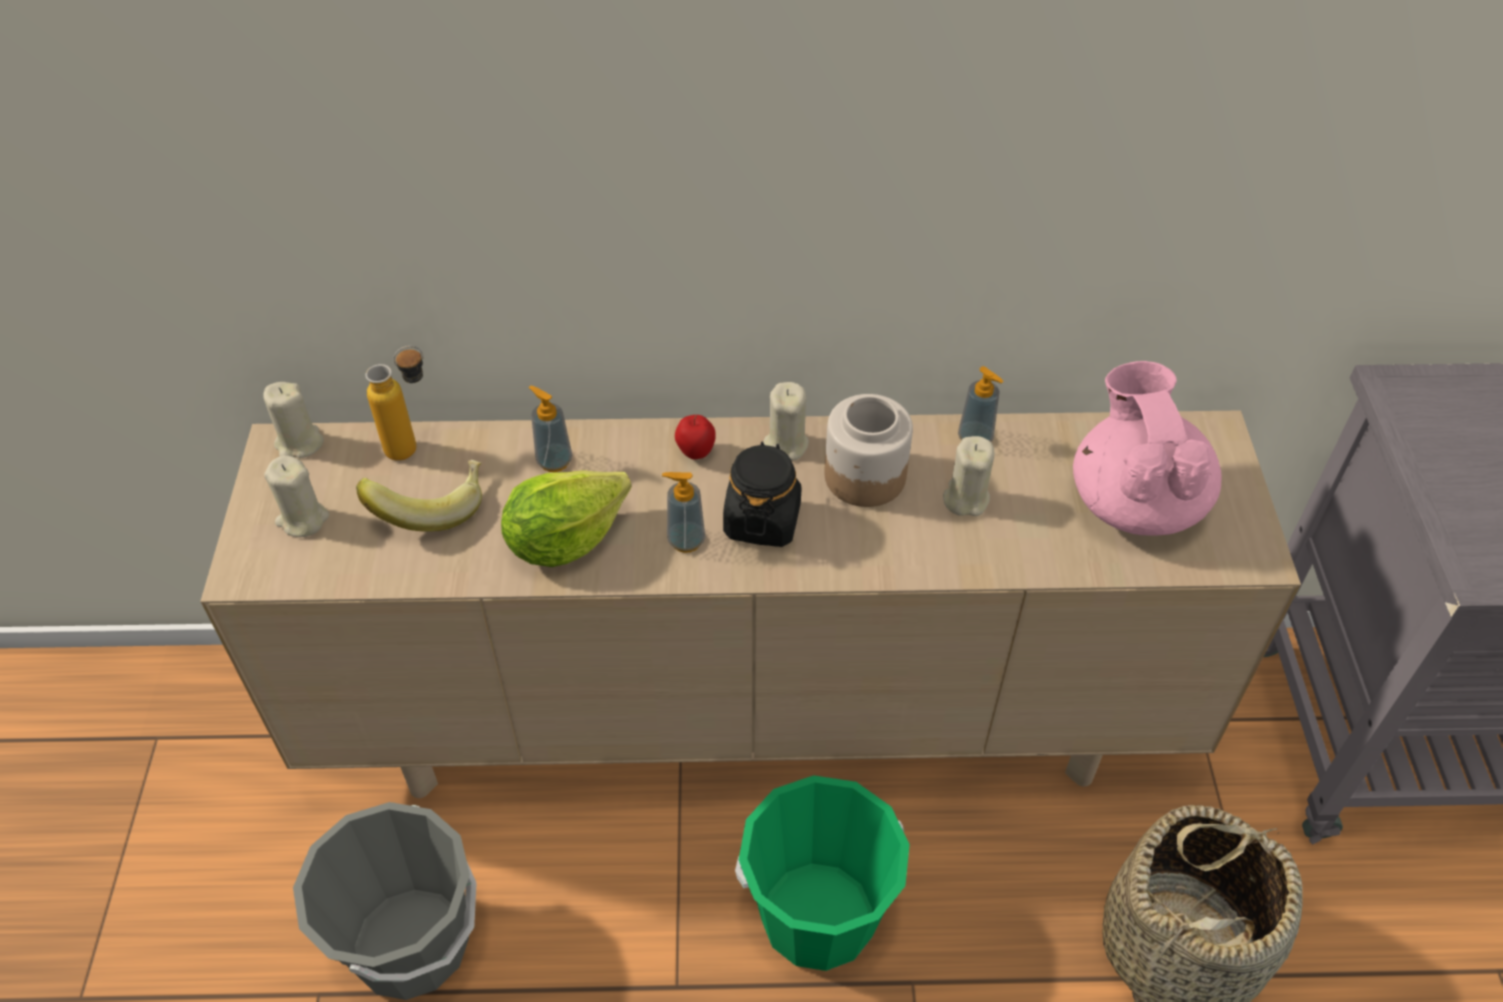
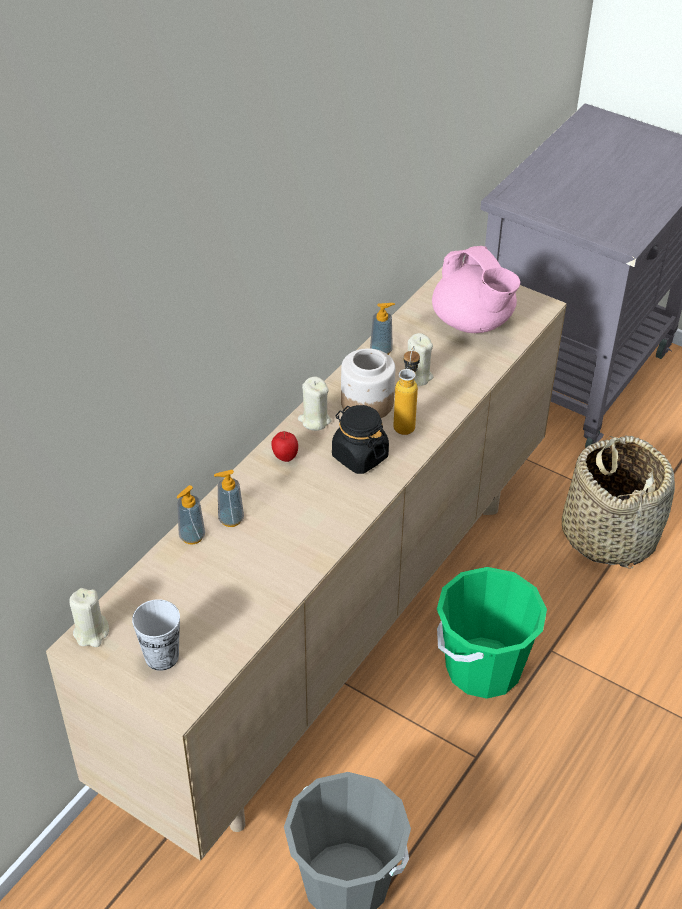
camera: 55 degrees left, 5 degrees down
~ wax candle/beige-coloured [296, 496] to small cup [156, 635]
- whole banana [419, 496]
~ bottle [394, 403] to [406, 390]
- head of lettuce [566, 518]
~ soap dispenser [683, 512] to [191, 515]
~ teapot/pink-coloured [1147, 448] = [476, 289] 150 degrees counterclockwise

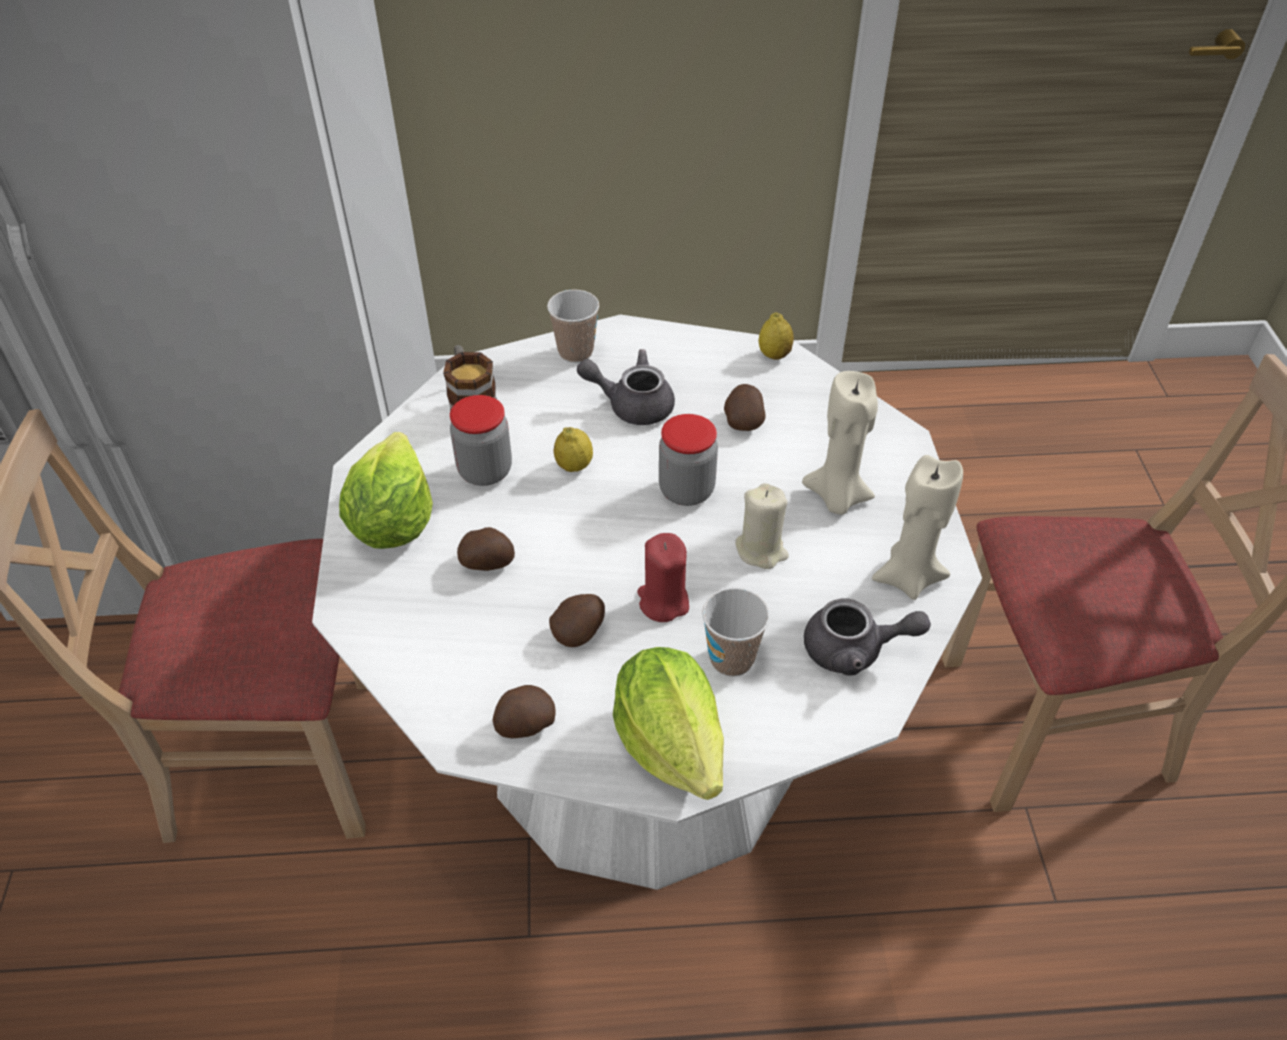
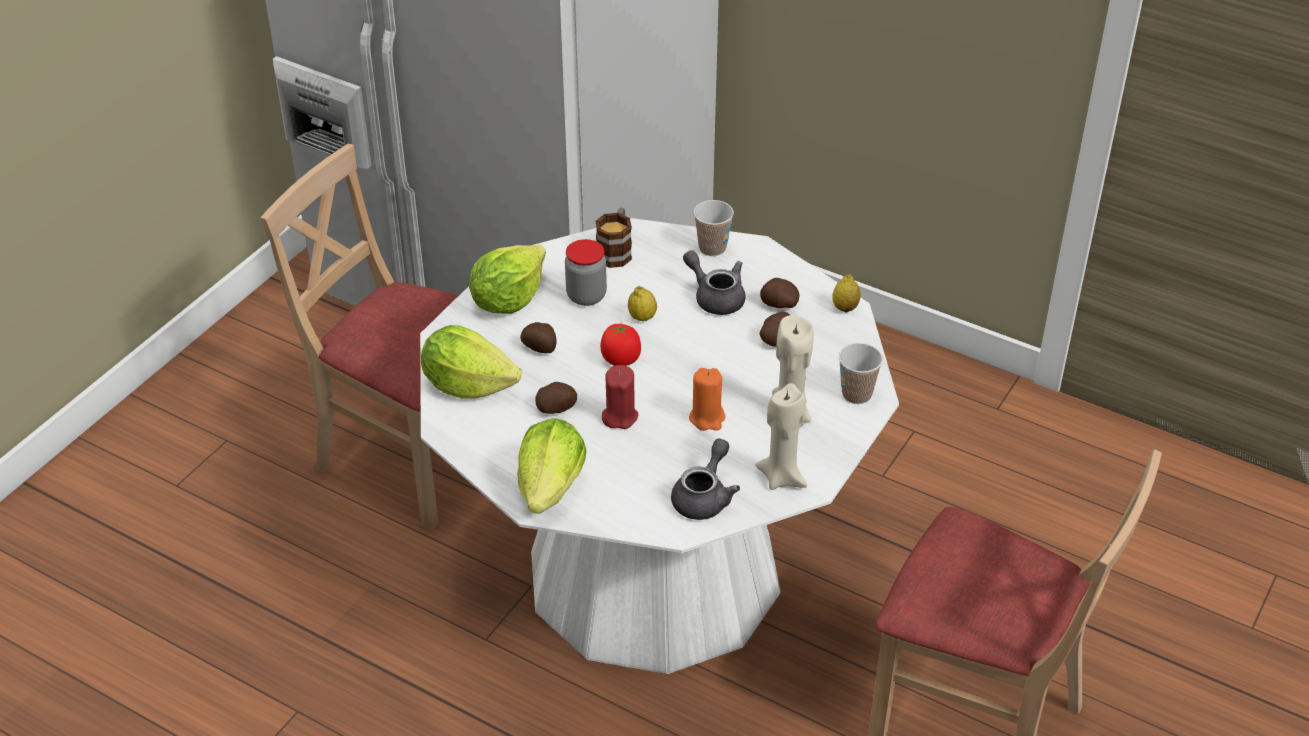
camera: 35 degrees right, 5 degrees down
~ spud [524, 711] to [780, 293]
- preserve jar [688, 460]
~ small cup [736, 632] to [861, 373]
~ wax candle/beige-coloured [762, 526] to wax candle/orange [707, 399]
~ teapot/greyish [867, 637] = [705, 479] 105 degrees counterclockwise
+ head of lettuce [471, 362]
+ tomato [620, 344]

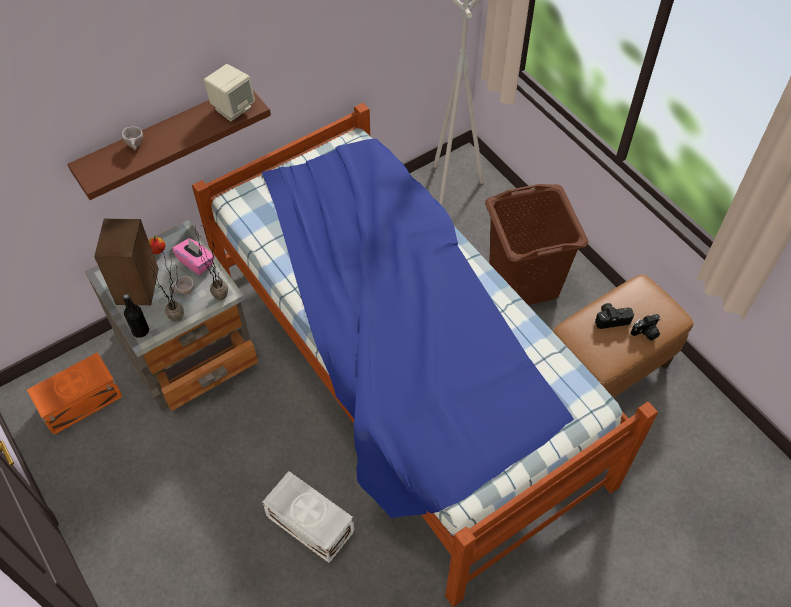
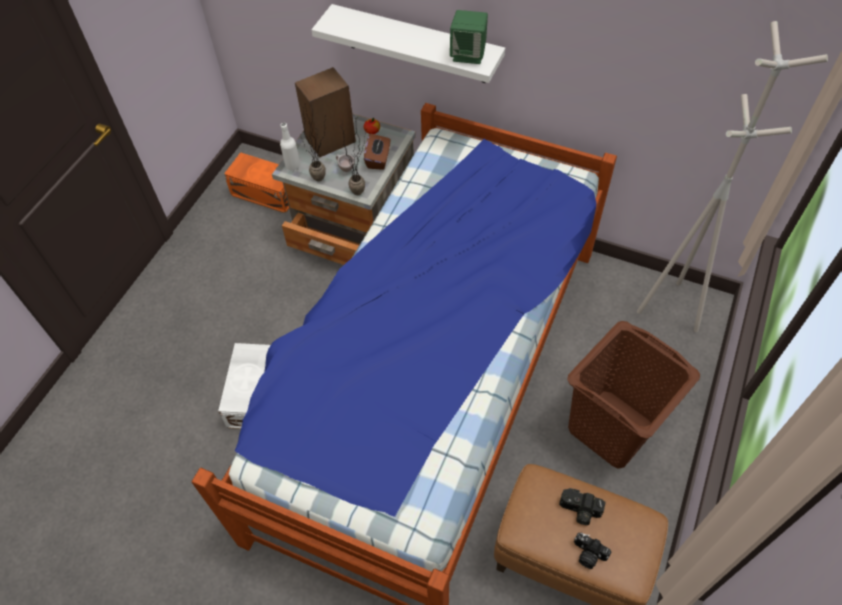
camera: 60 degrees right, 0 degrees up
~ wall shelf/brown [169, 144] to wall shelf/whitish [408, 43]
- small cup/beige-coloured [132, 138]
~ bottle/blackish [136, 316] to bottle/whitish [290, 146]
~ tissue holder/pink-coloured [193, 256] to tissue holder/brown [377, 152]
~ loudspeaker/beige-coloured [229, 92] to loudspeaker/greenish [469, 37]
~ photo camera [614, 316] = [582, 506] 150 degrees clockwise

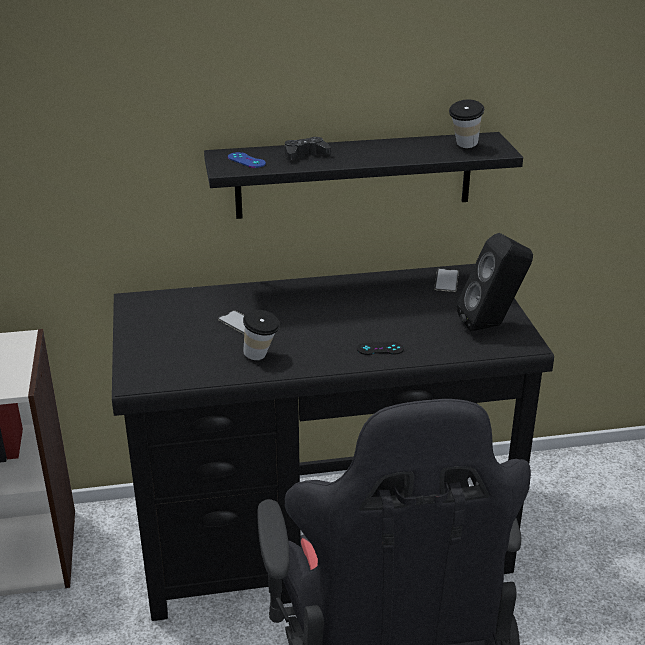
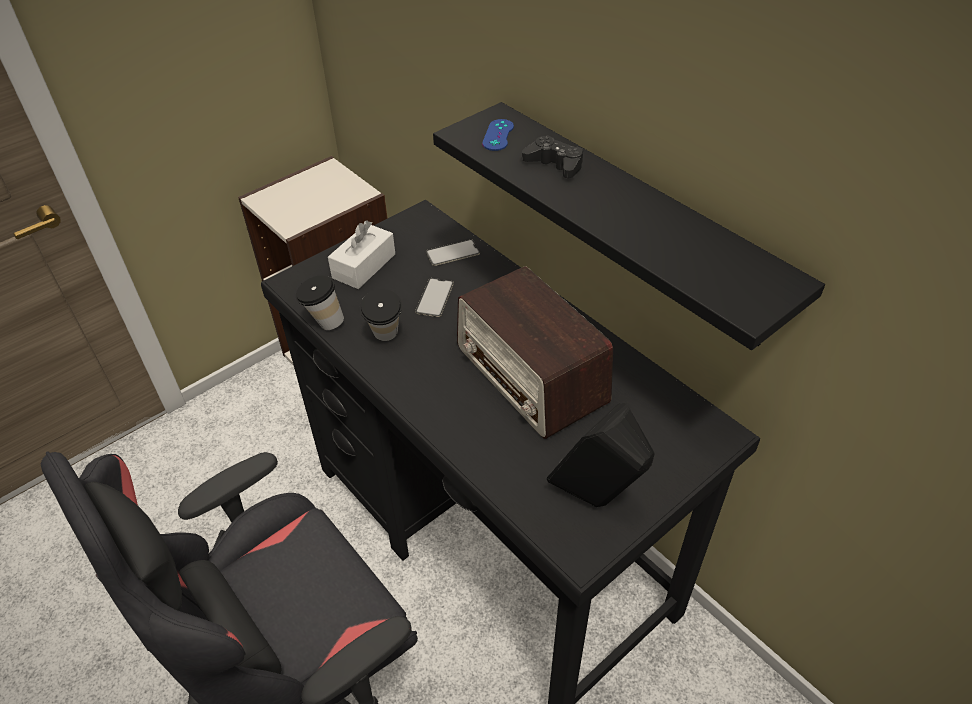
camera: 60 degrees right, 15 degrees up
- joypad/blackish [380, 348]
~ phone [446, 280] to [453, 252]
~ small cup [466, 124] to [320, 302]
+ tissue holder/whitish [361, 254]
+ radio [535, 352]

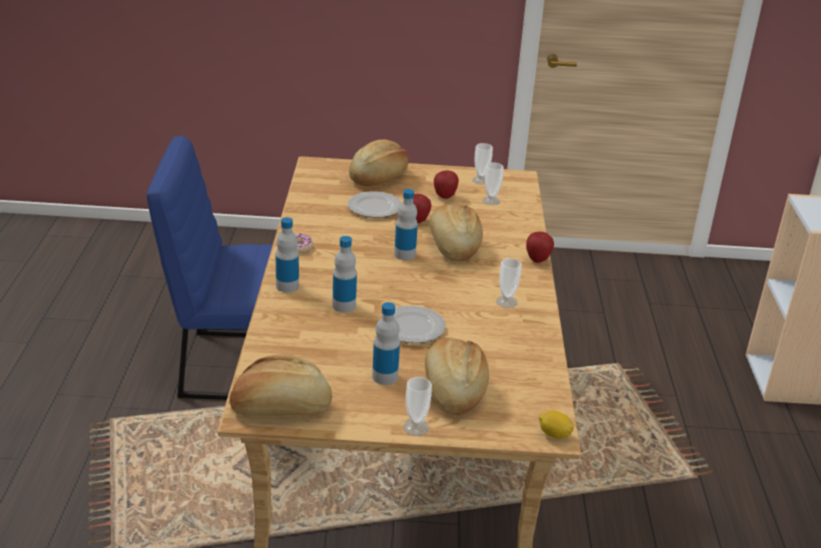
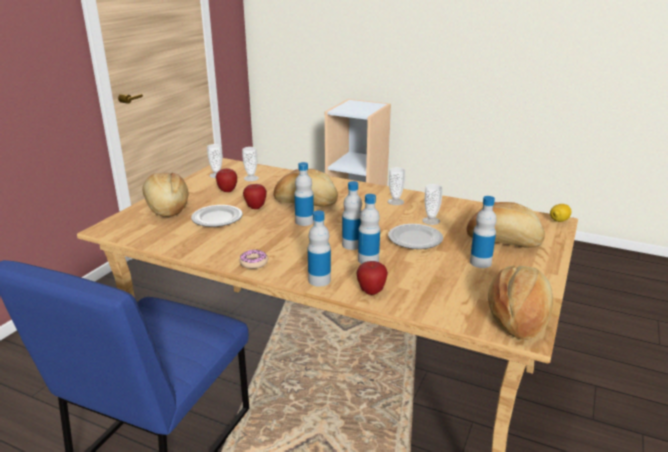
camera: 65 degrees left, 5 degrees down
~ small cup [417, 406] to [433, 204]
~ apple fruit [540, 247] to [372, 278]
+ bottle [352, 215]

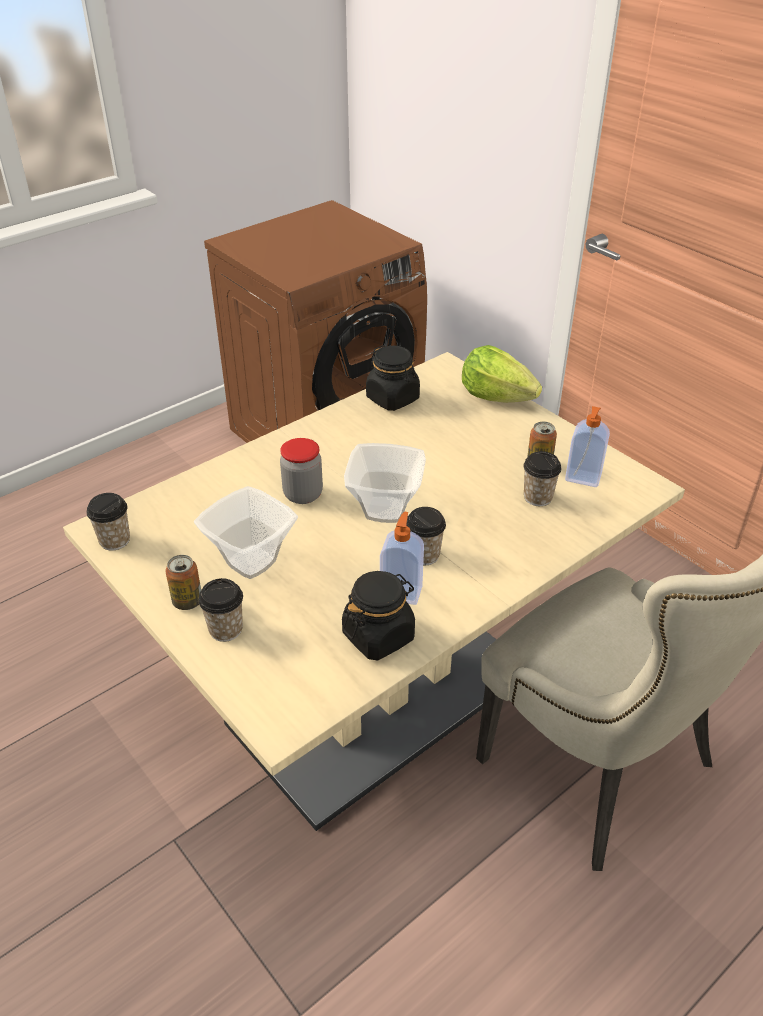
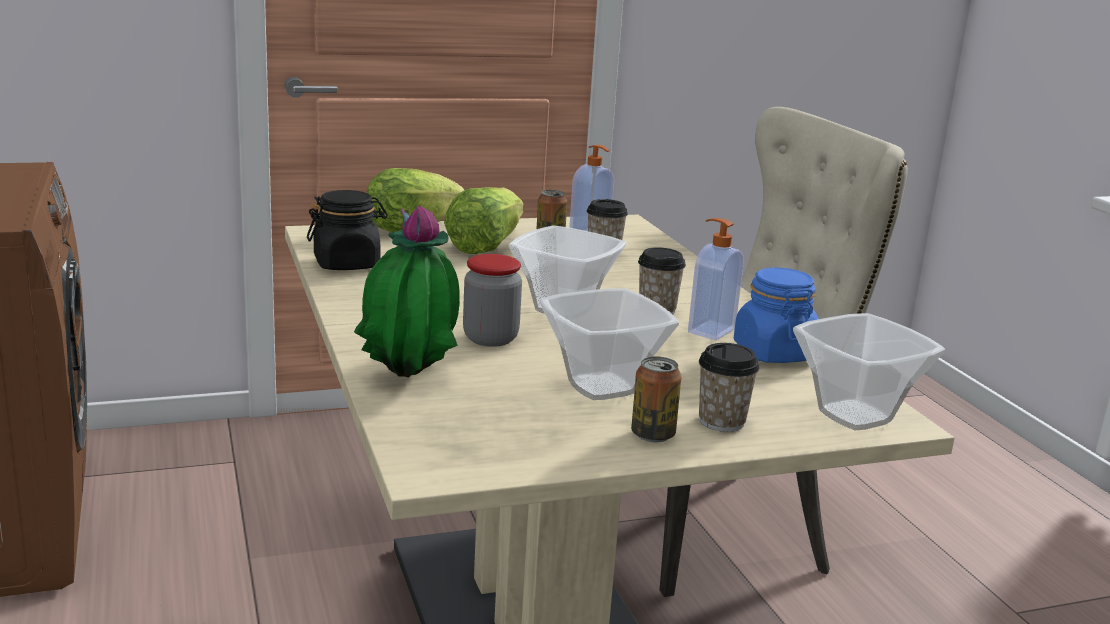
camera: 70 degrees left, 20 degrees down
- small cup [108, 522]
~ preserve jar/blackish [378, 615] to preserve jar/bluish [776, 315]
+ houseplant [407, 292]
+ head of lettuce [484, 220]
+ bowl [869, 371]

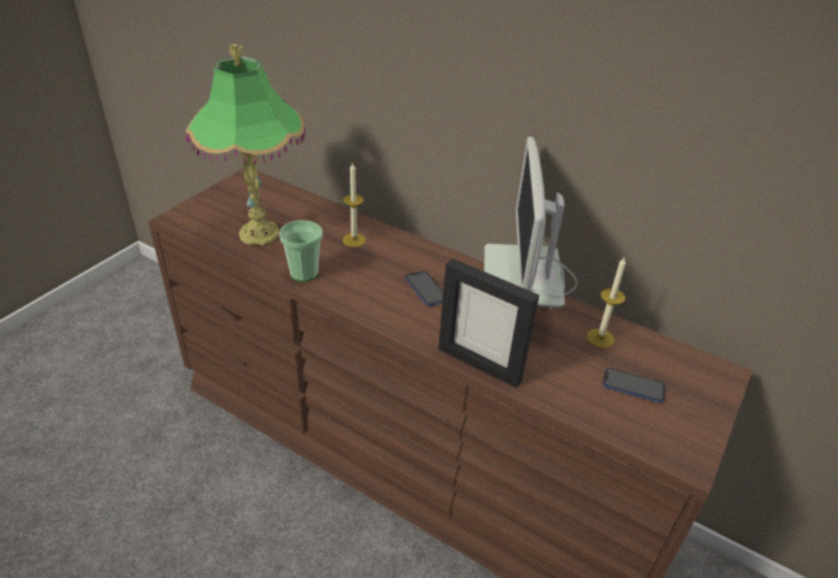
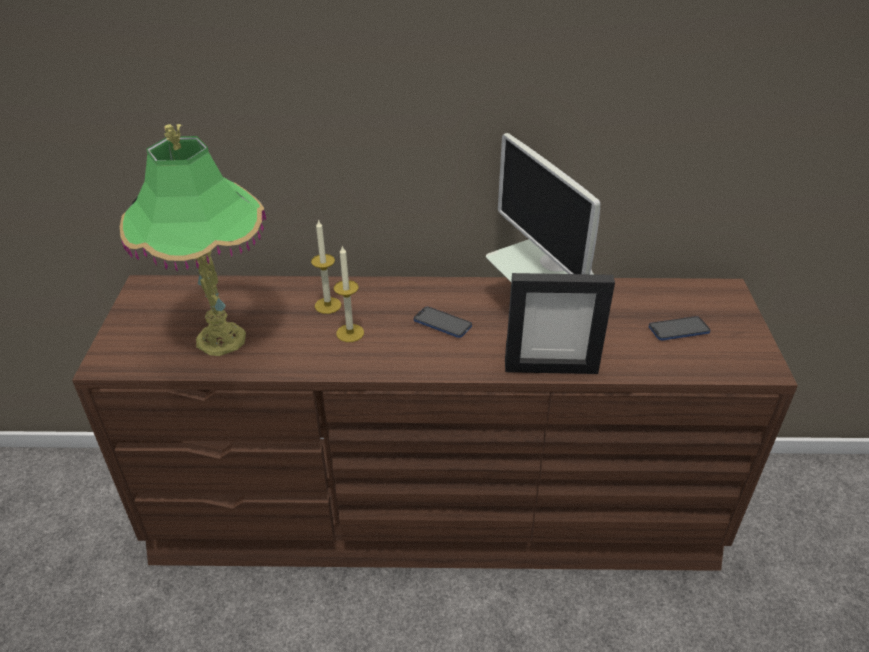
camera: 30 degrees left, 0 degrees up
- small cup [301, 251]
~ wax candle [606, 302] to [349, 294]

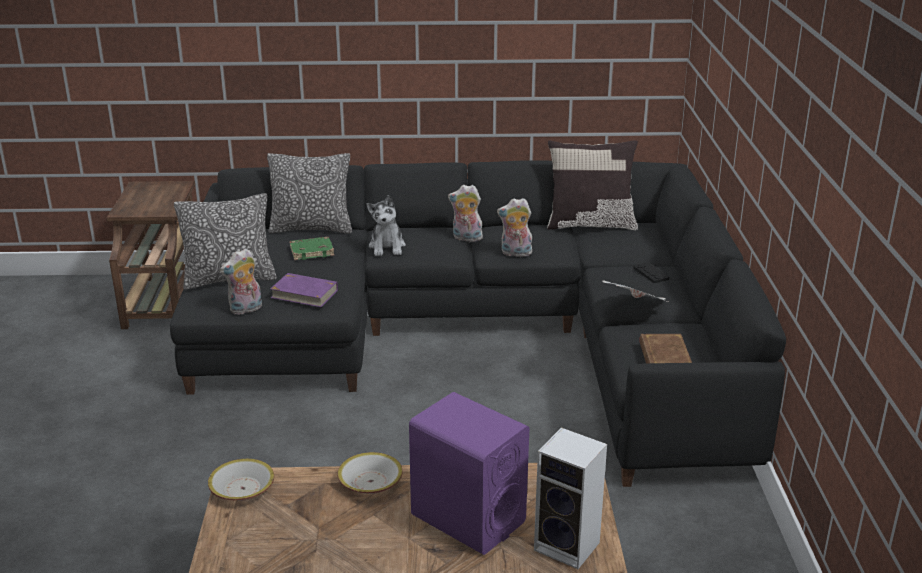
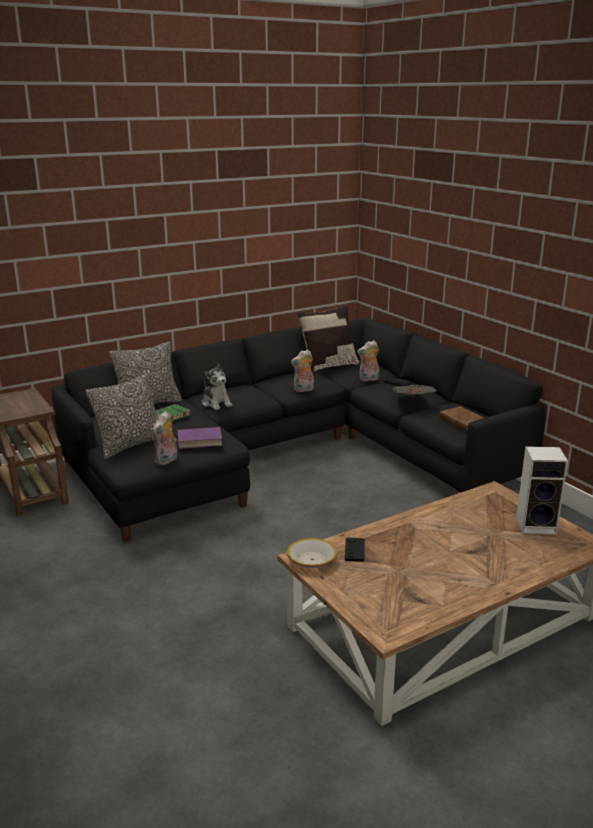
camera: 30 degrees left, 5 degrees down
- bowl [370, 473]
- loudspeaker/purple [469, 473]
~ soft toy [466, 213] to [368, 360]
+ joypad/blackish [355, 549]

